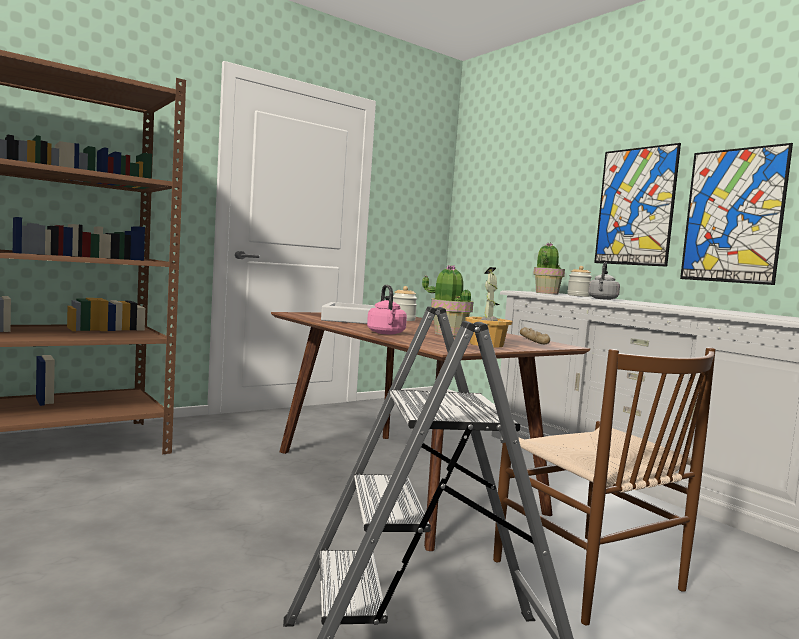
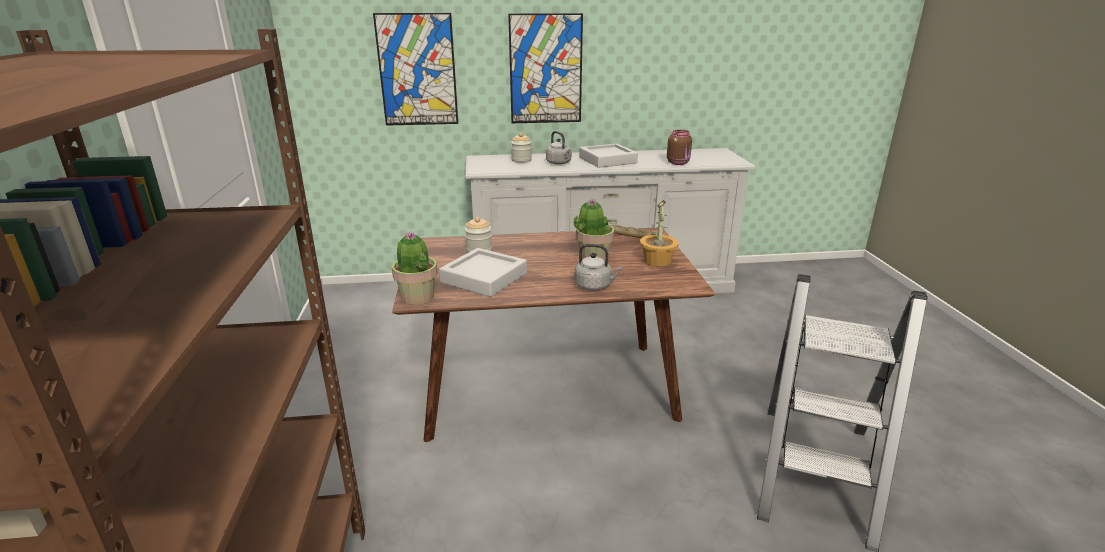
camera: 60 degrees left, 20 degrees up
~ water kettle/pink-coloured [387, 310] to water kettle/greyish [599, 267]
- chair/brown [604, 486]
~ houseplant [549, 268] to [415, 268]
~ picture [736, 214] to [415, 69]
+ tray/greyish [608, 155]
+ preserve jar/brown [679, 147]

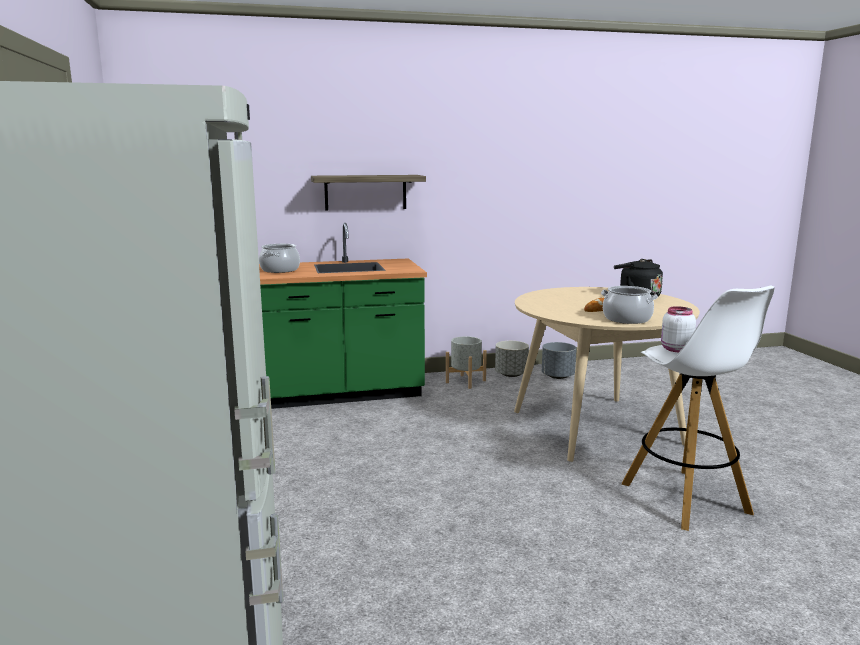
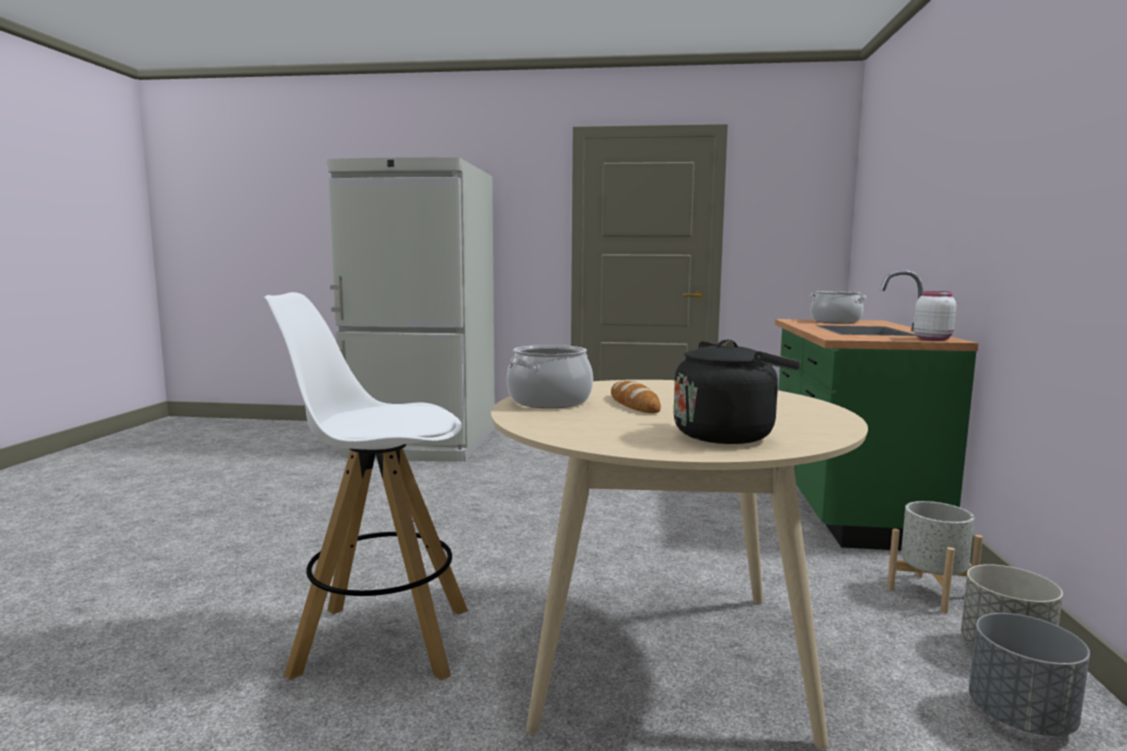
camera: 110 degrees right, 5 degrees down
- wall shelf [368, 193]
~ preserve jar/whitish [678, 329] to [935, 316]

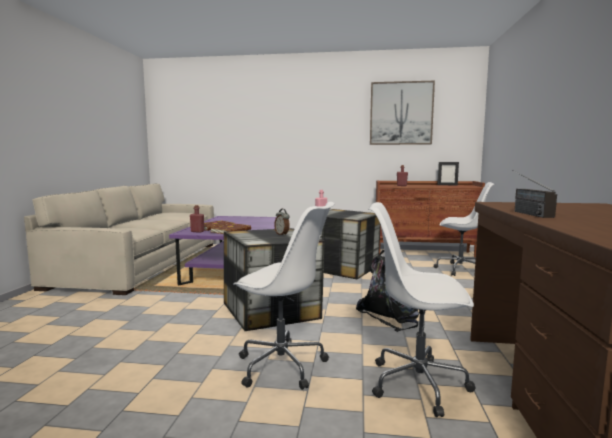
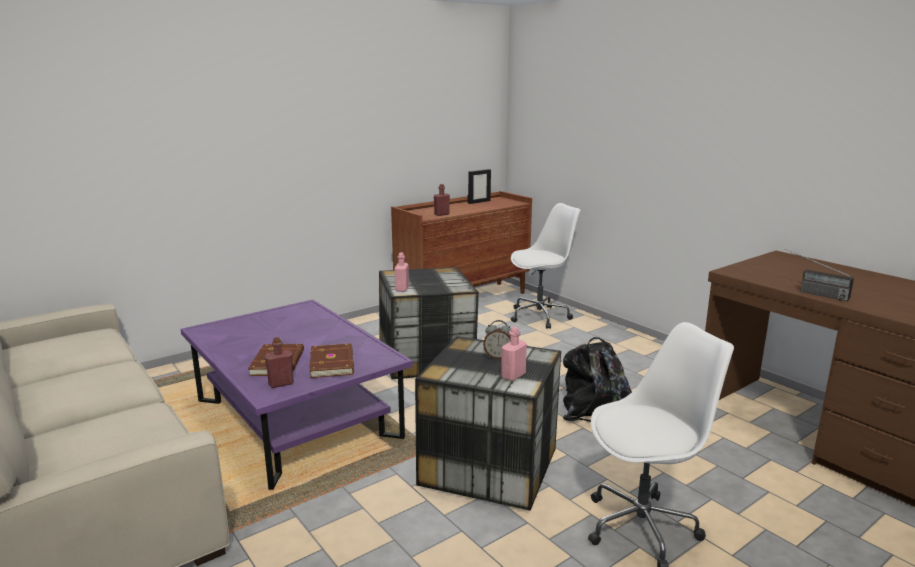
camera: 45 degrees left, 10 degrees up
- computer chair/whitish [422, 309]
- picture [402, 113]
+ bottle/pink-coloured [514, 354]

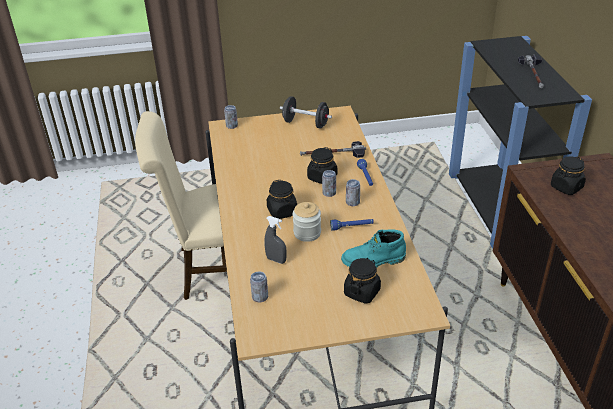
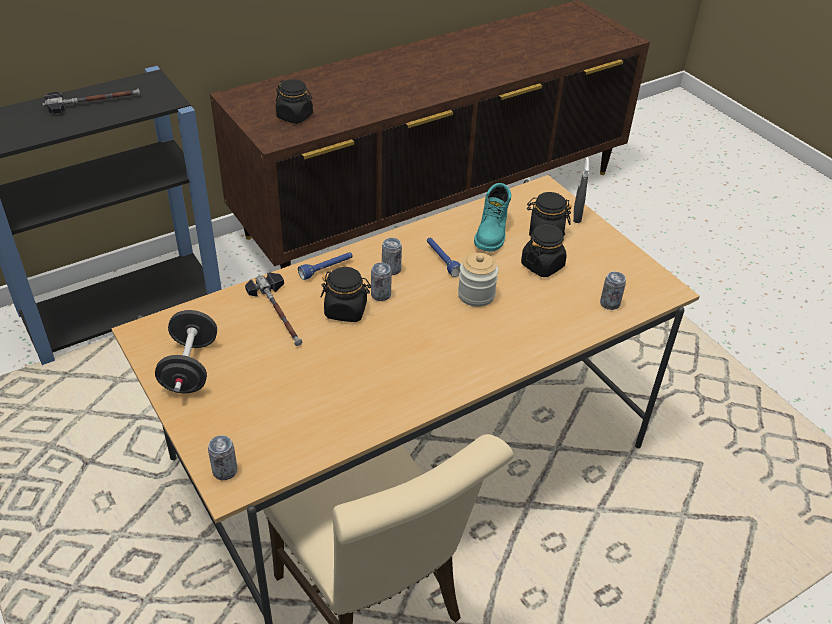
camera: 115 degrees left, 5 degrees up
~ spray bottle/greyish [275, 240] to [581, 190]
~ preserve jar/blackish [282, 199] to [544, 250]
~ tall boot/turquoise-coloured [373, 249] = [492, 217] 45 degrees clockwise

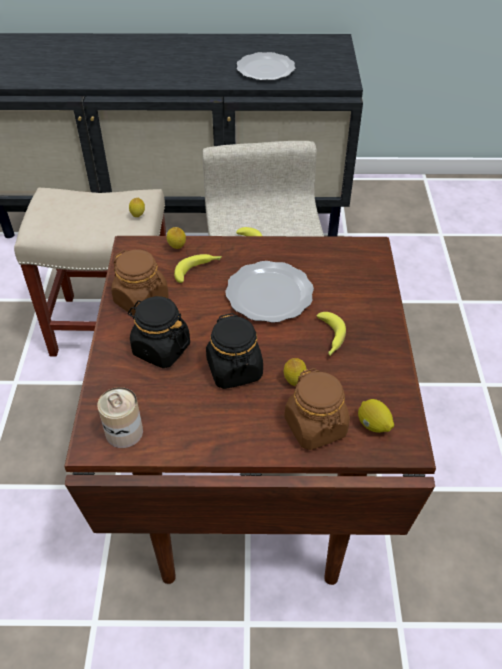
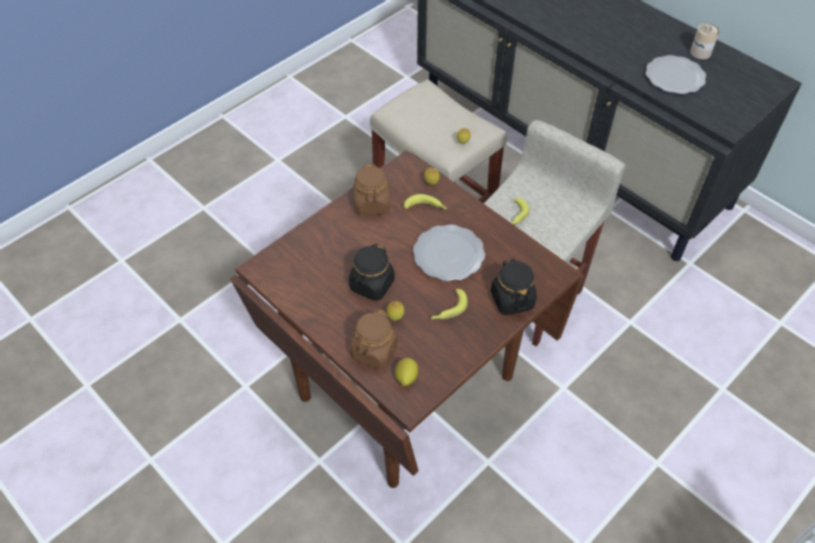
camera: 45 degrees right, 5 degrees up
~ can [120, 417] to [704, 41]
~ preserve jar/blackish [159, 332] to [514, 287]

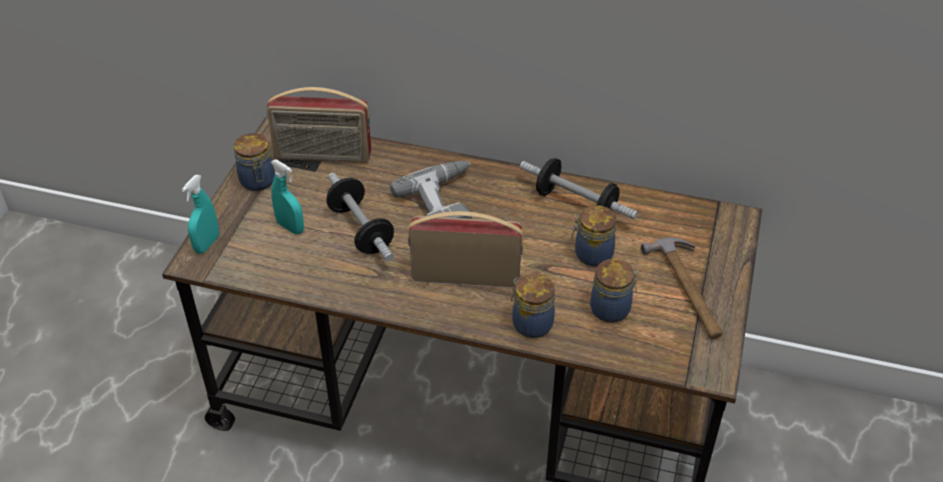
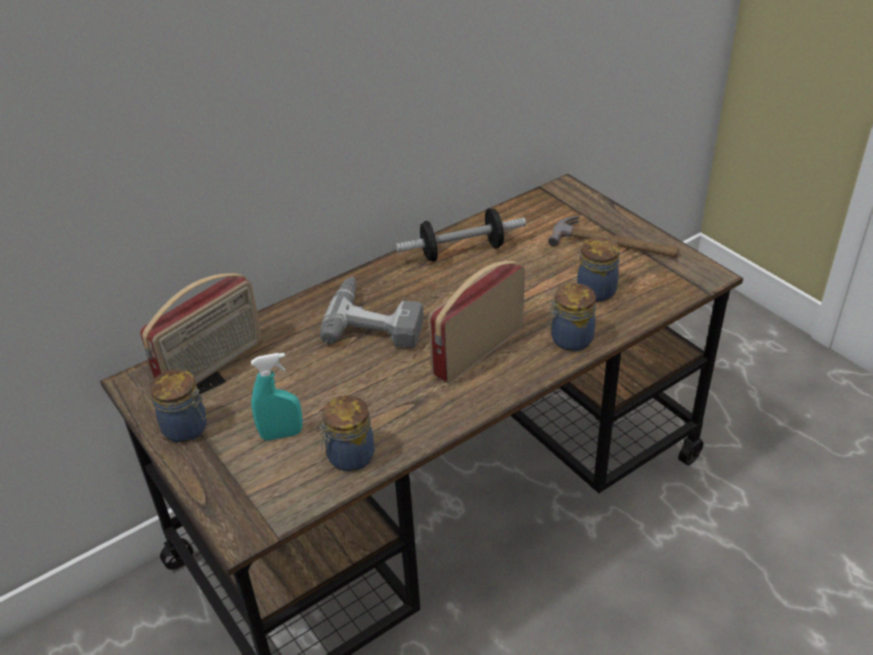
camera: 50 degrees left, 5 degrees down
- spray bottle/turquoise-coloured [200, 214]
- hand weight [360, 217]
~ preserve jar [594, 236] to [347, 433]

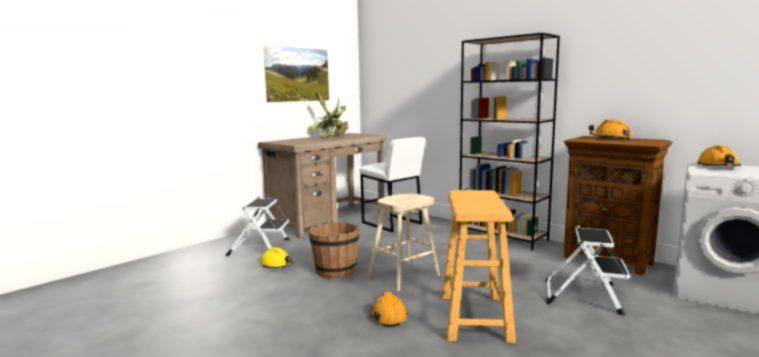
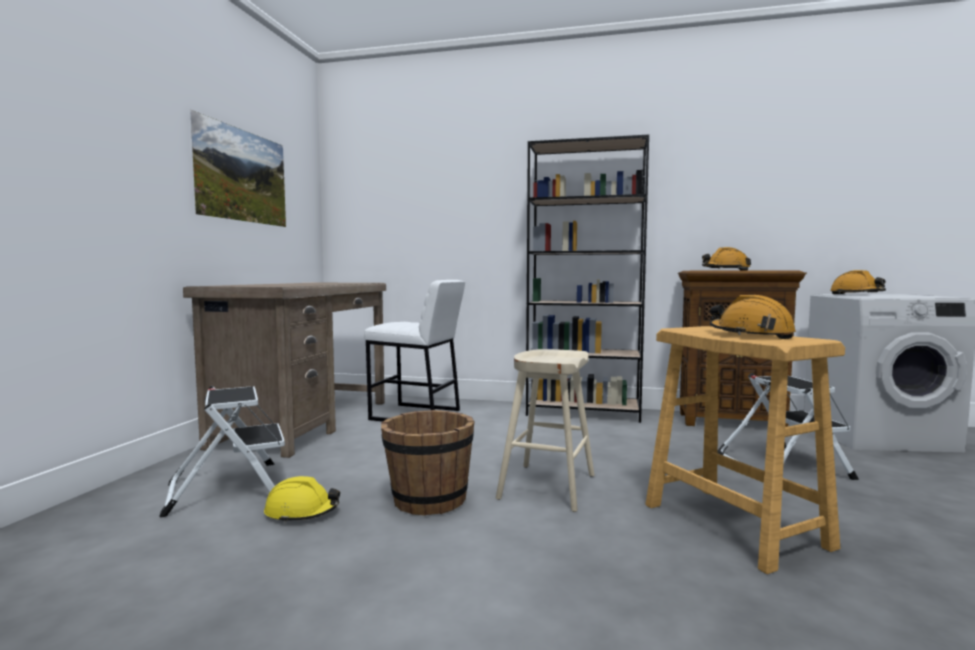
camera: 30 degrees left, 5 degrees down
- houseplant [328, 114]
~ safety helmet/orange [389, 309] to [753, 317]

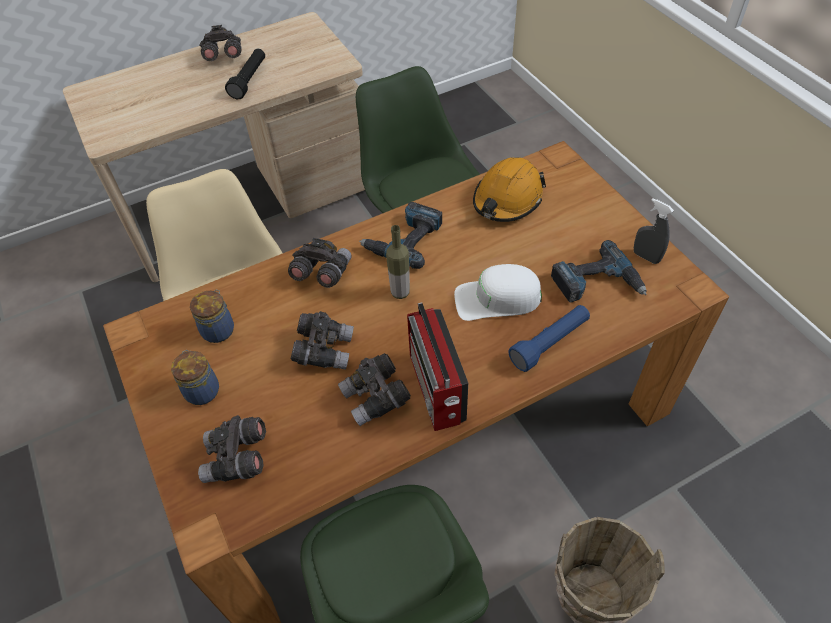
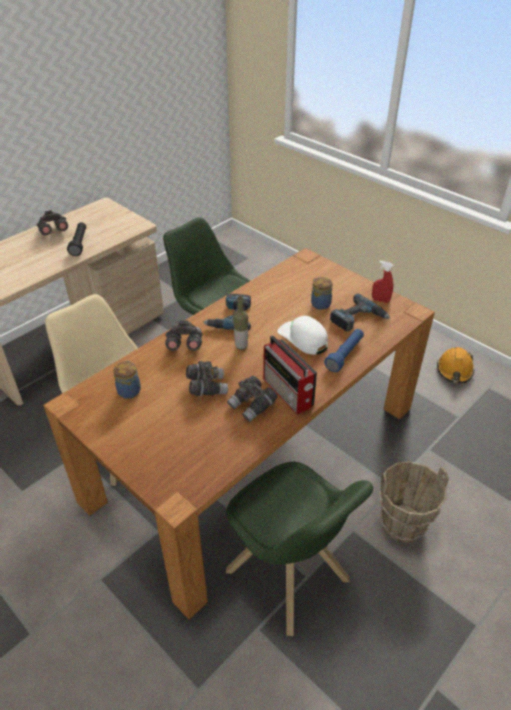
camera: 20 degrees left, 10 degrees down
~ preserve jar [195, 377] to [321, 293]
- pair of binoculars/greyish [232, 449]
~ cap/whitish [498, 292] = [302, 335] 75 degrees clockwise
~ safety helmet/orange [509, 189] to [456, 365]
~ spray bottle/greyish [654, 231] to spray bottle/red [382, 282]

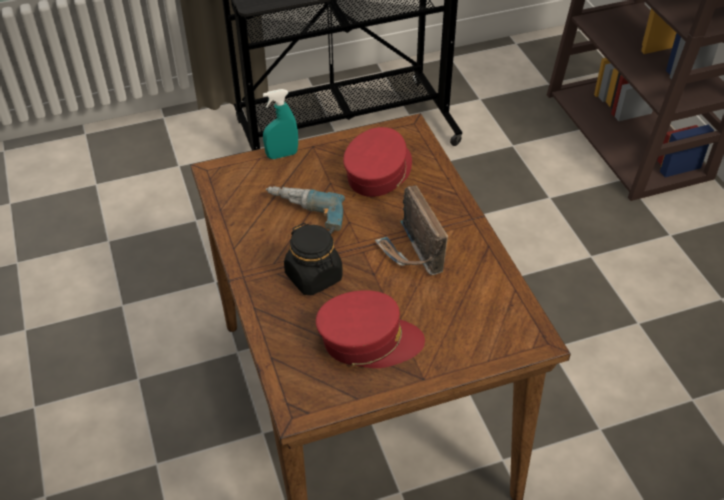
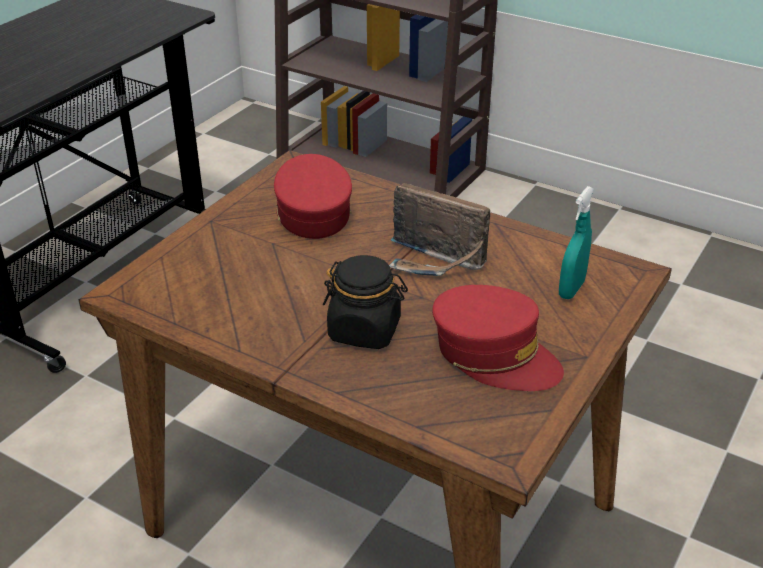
camera: 40 degrees left, 10 degrees down
~ spray bottle/turquoise-coloured [280, 124] to [576, 242]
- electric drill [305, 210]
~ cap/red [370, 329] = [498, 338] 75 degrees clockwise

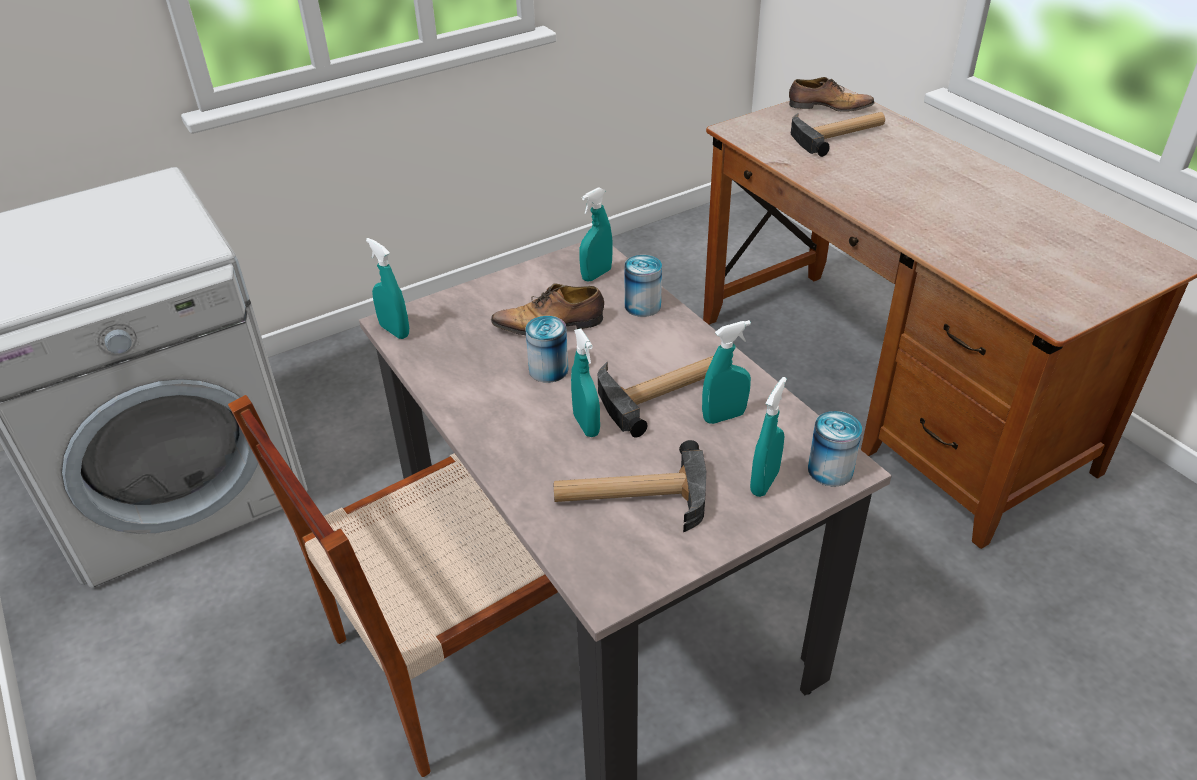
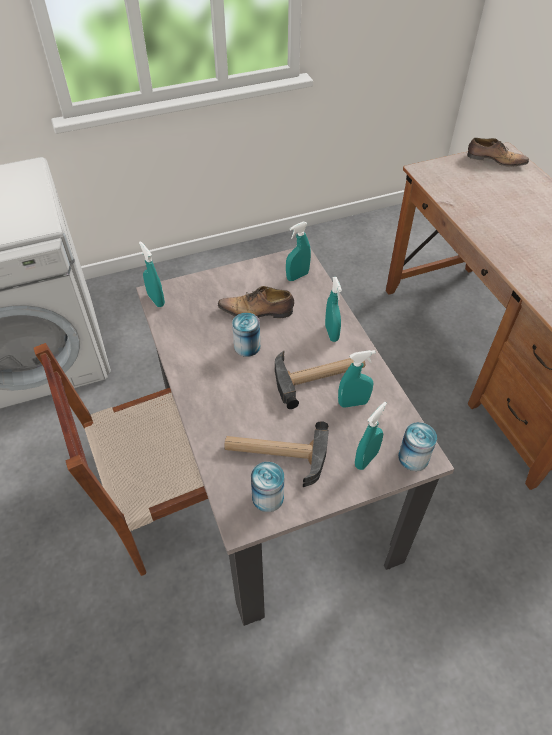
camera: 10 degrees right, 10 degrees up
~ spray bottle/turquoise-coloured [585, 383] to [333, 309]
~ can [643, 286] to [267, 487]
- tool hammer [838, 134]

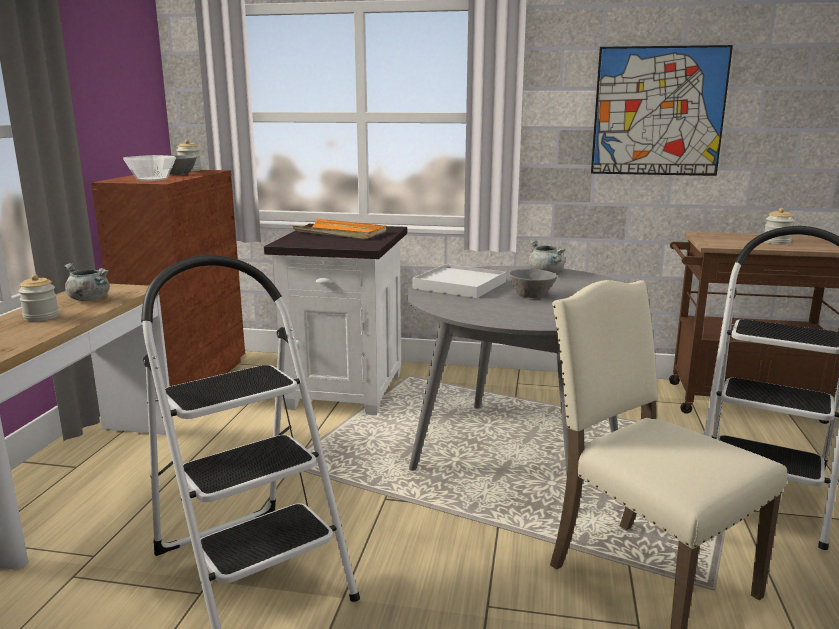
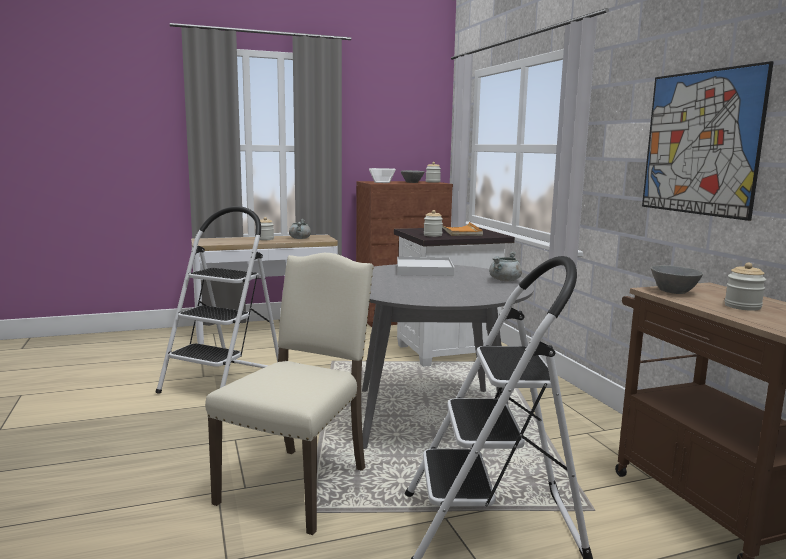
camera: 60 degrees right, 5 degrees down
~ bowl/greyish [533, 283] to [677, 279]
+ preserve jar [433, 223]

